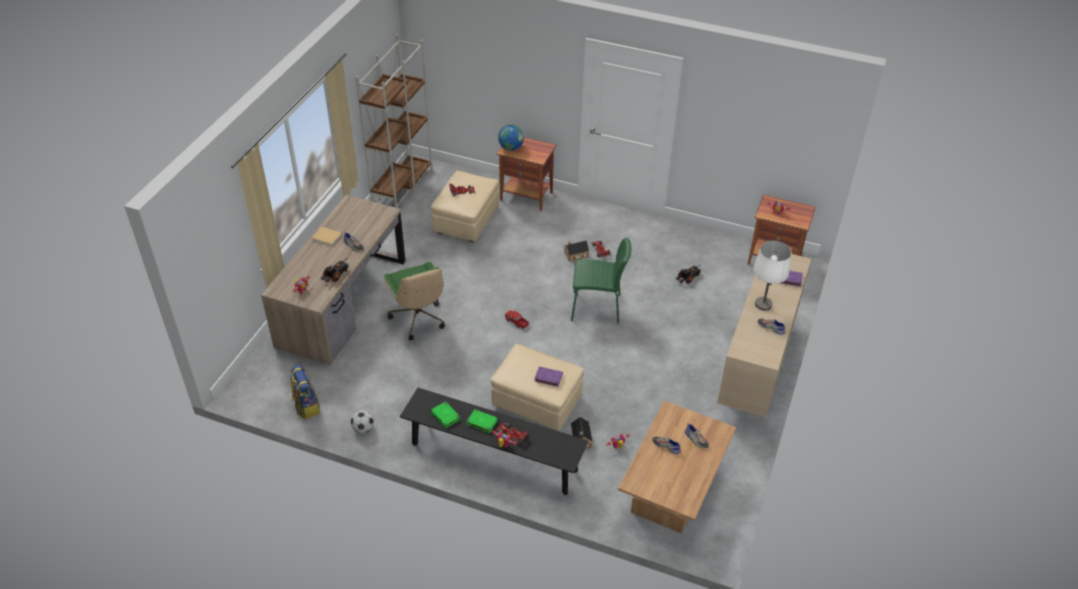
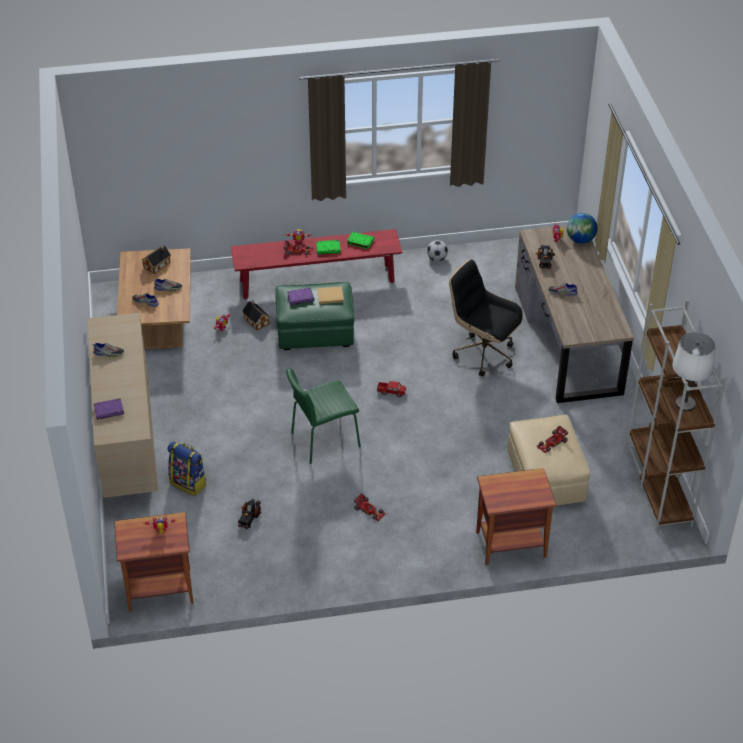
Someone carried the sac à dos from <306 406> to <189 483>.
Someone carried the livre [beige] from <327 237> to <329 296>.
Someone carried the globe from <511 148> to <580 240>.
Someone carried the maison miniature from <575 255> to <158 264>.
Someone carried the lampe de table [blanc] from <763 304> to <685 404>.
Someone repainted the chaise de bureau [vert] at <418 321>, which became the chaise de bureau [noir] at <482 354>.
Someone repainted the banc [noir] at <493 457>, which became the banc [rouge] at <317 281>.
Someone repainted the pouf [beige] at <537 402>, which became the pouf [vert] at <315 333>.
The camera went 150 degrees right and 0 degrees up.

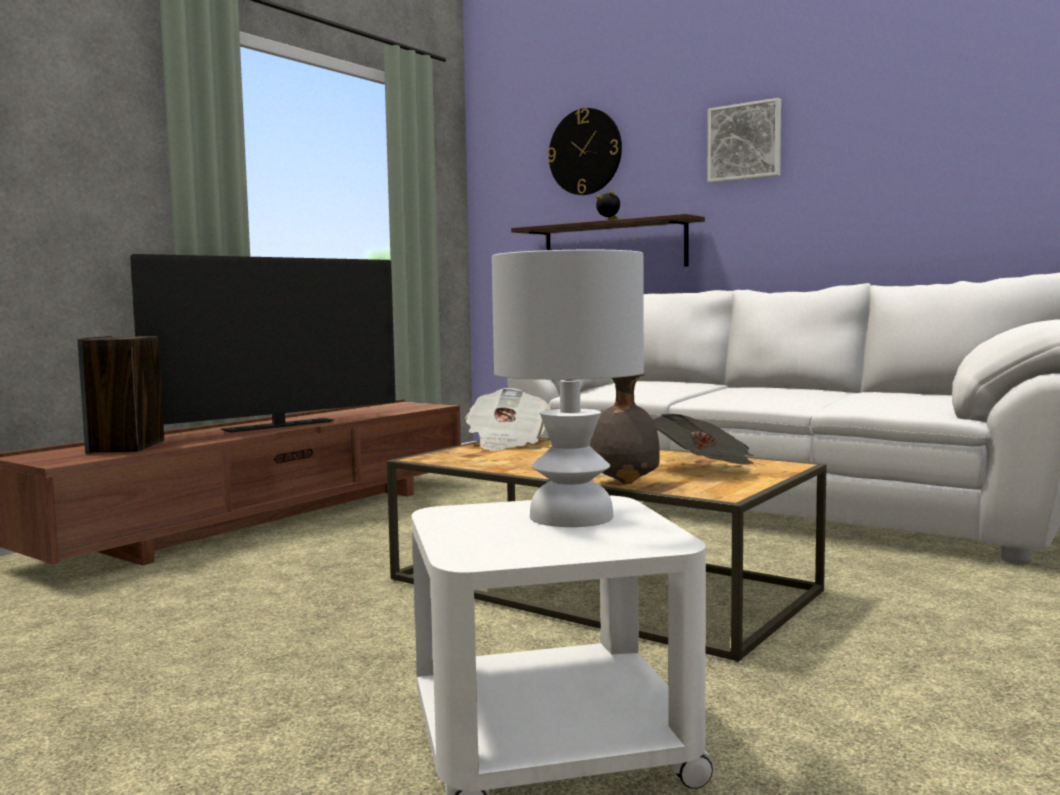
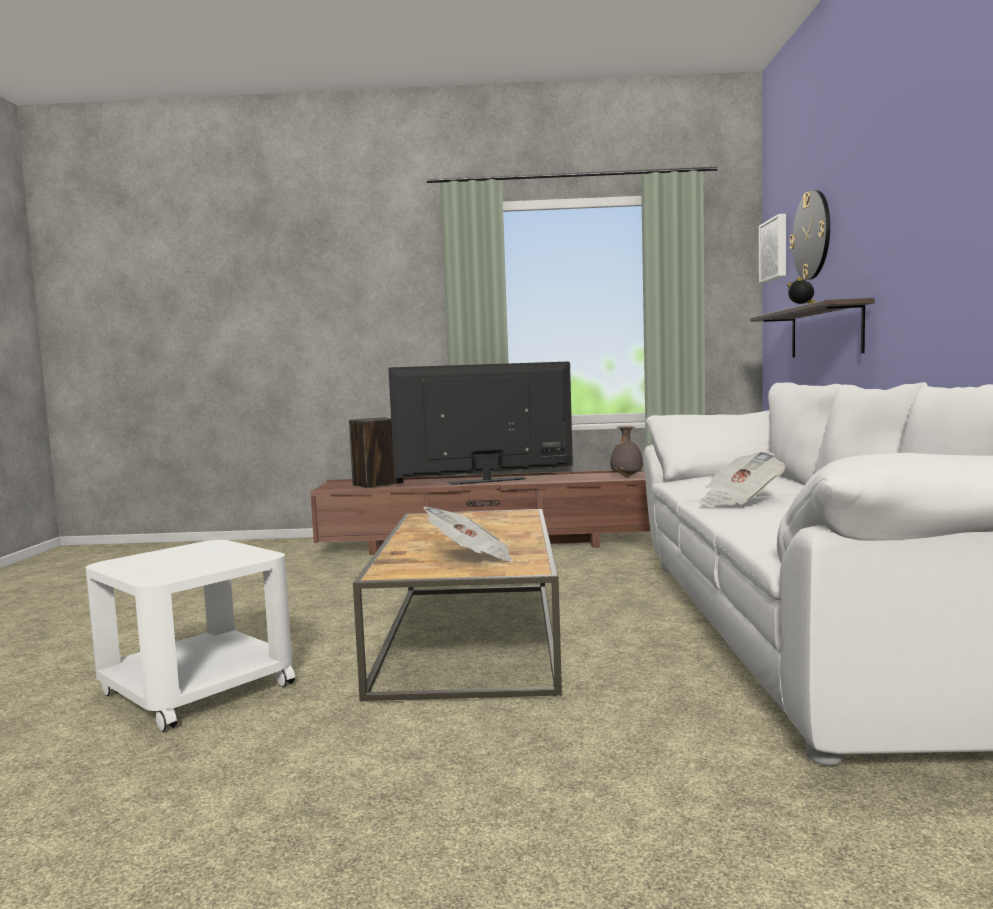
Someone took away the lampe de table [blanc] at <569 516>.
Someone carried the journal from <506 443> to <739 501>.
Someone carried the vase [gris] from <623 483> to <626 476>.
Someone carried the tableau from <745 142> to <775 249>.
Someone rotated the téléviseur at <279 426> by 150 degrees clockwise.
The camera went 55 degrees right and 0 degrees up.

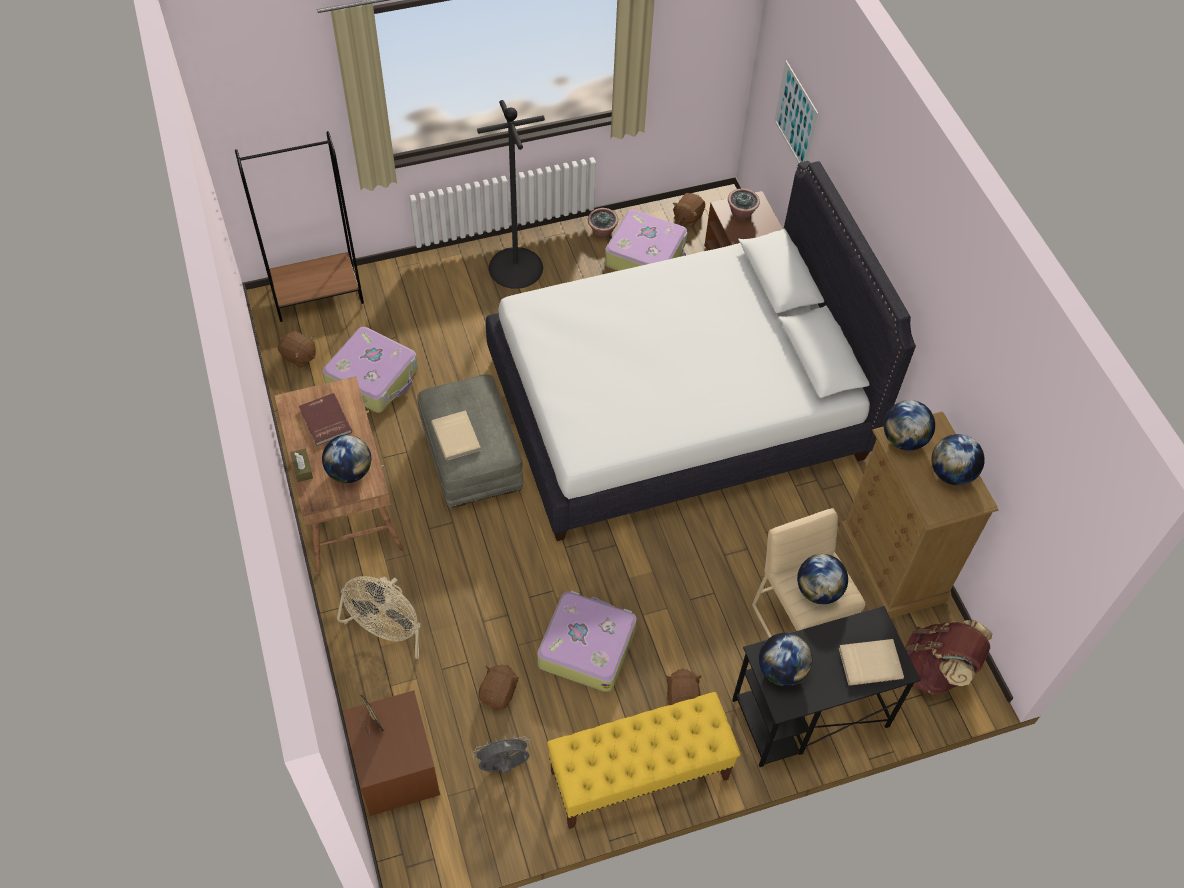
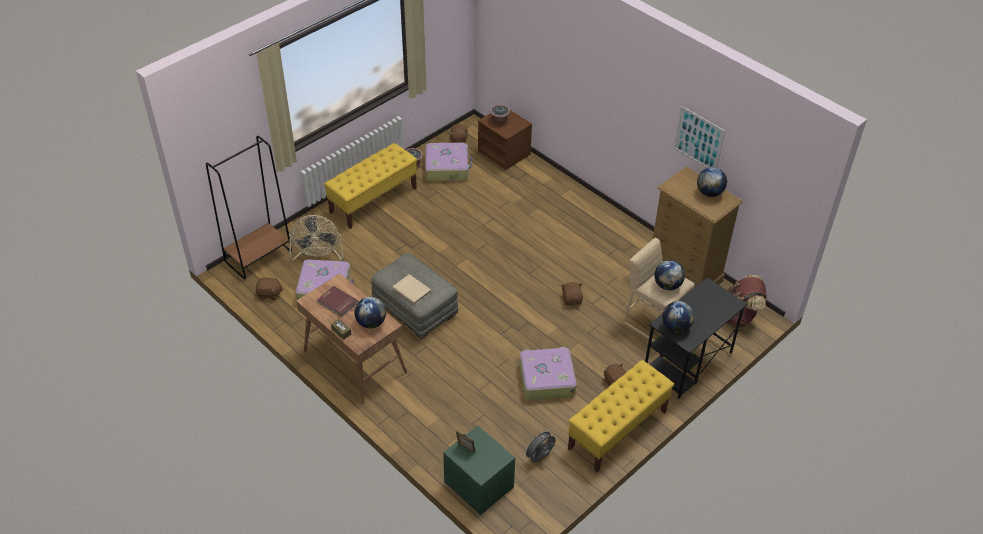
Someone took away the lit [blanc] at <676 407>.
Someone took away the livre [beige] at <870 662>.
Someone took away the globe at <903 439>.
Someone carried the ventilateur [beige] from <387 624> to <316 254>.
Someone carried the peluche [marron] from <499 692> to <572 299>.
Someone carried the tableau from <795 117> to <698 139>.
Someone swapped the portant [noir] at <516 268> for the banc [jaune] at <373 200>.
Someone repainted the table de chevet [marron] at <394 767>, which became the table de chevet [vert] at <478 485>.
The camera went 25 degrees left and 10 degrees down.

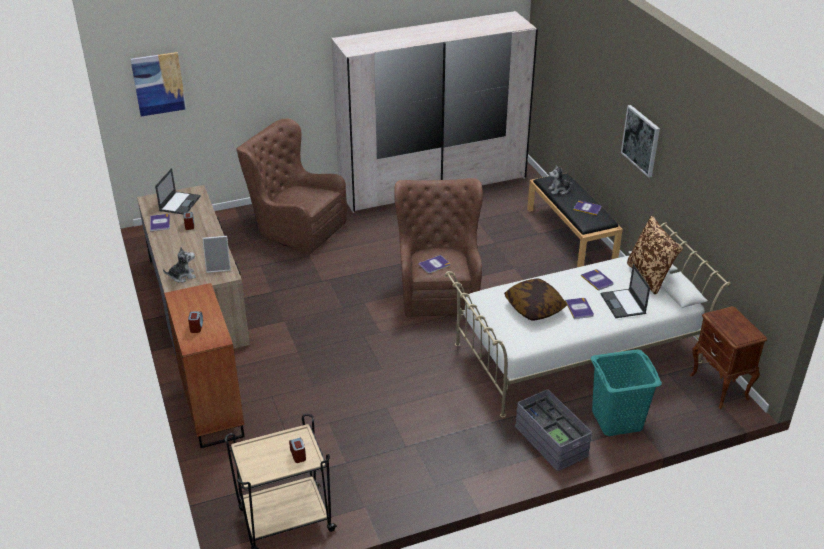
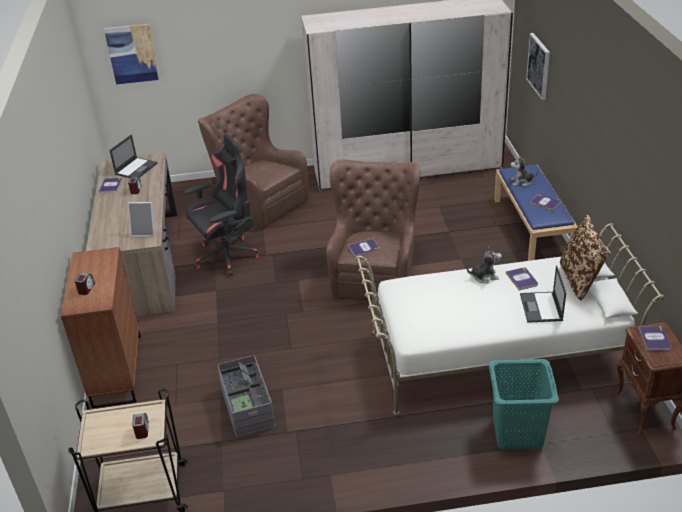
Someone took away the coussin at <534 308>.
Someone put down the chaise de bureau [noir] at <226 257>.
Someone carried the peluche from <182 276> to <484 276>.
Someone carried the boîte de rangement [gris] from <550 440> to <246 406>.
Someone carried the livre from <579 308> to <654 339>.
Someone carried the tableau from <641 140> to <539 65>.
Someone repainted the banc [noir] at <571 234>, which became the banc [bleu] at <532 228>.
The camera went 15 degrees right and 0 degrees up.

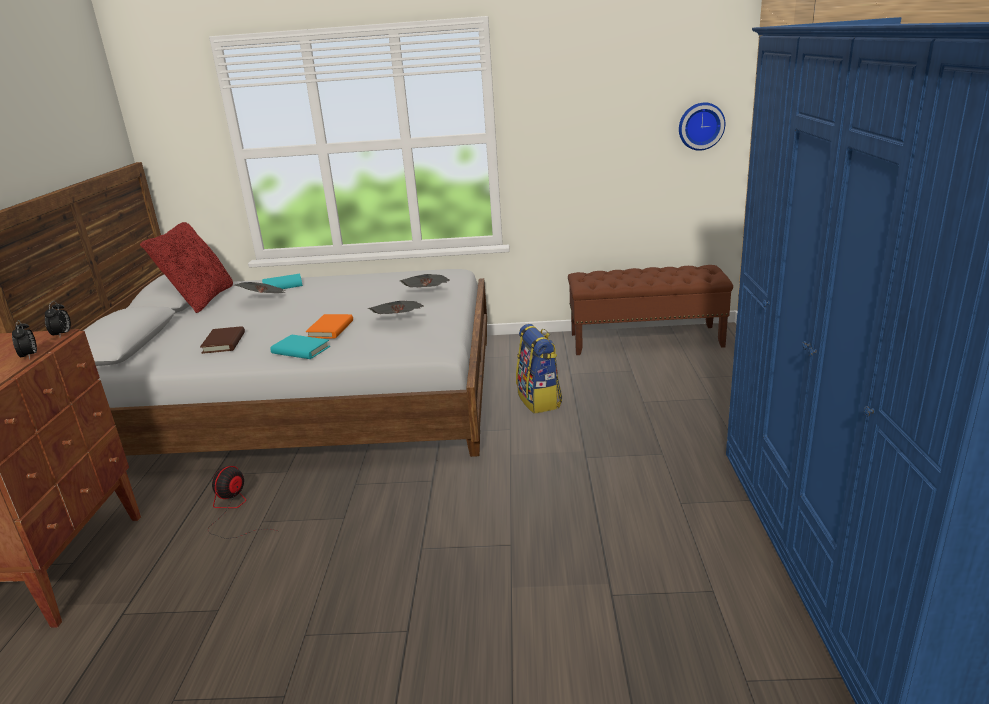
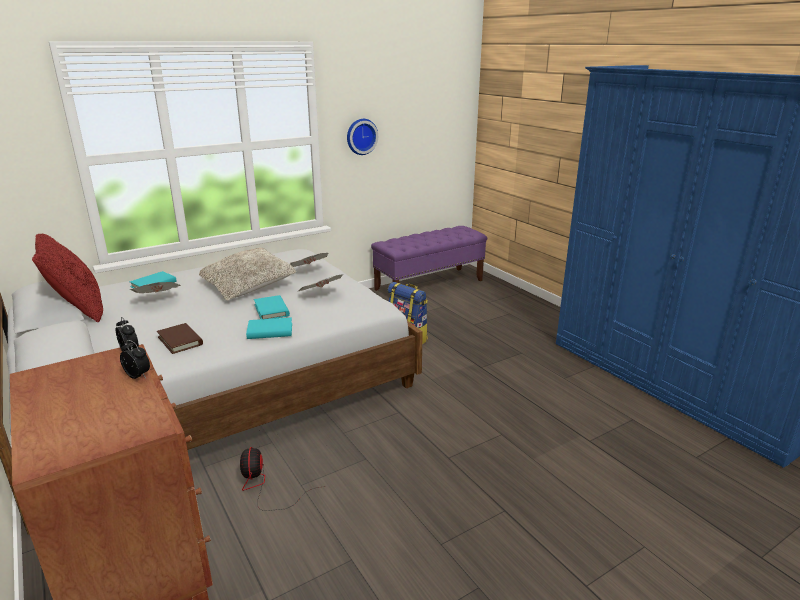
Someone put down the coussin [beige] at <247 285>.
Someone carried the horloge murale from <700 126> to <361 136>.
Someone repainted the livre [orange] at <330 329>, which became the livre [turquoise] at <271 310>.
Someone repainted the banc [marron] at <646 340>, which became the banc [violet] at <429 285>.
The camera went 35 degrees left and 0 degrees up.

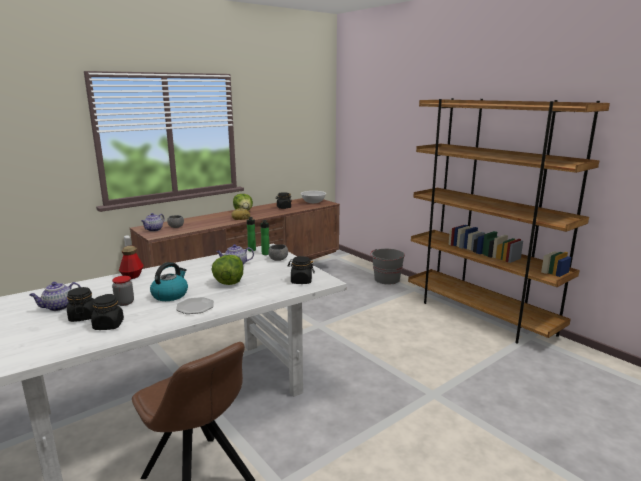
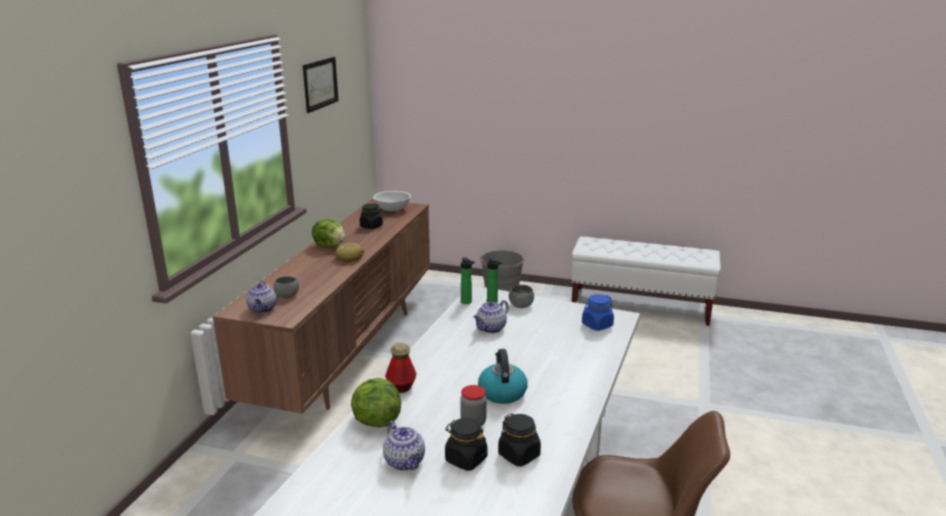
Someone took away the assiette at <195 307>.
Someone put up the tableau at <320 84>.
Someone carried the laitue from <228 282> to <376 421>.
Someone swapped the bibliothèque [marron] at <479 315> for the banc [blanc] at <640 306>.
Someone repainted the bocal [noir] at <301 281>, which became the bocal [bleu] at <597 325>.
Someone rotated the théière at <58 307> by 45 degrees counterclockwise.
The camera went 35 degrees left and 5 degrees up.

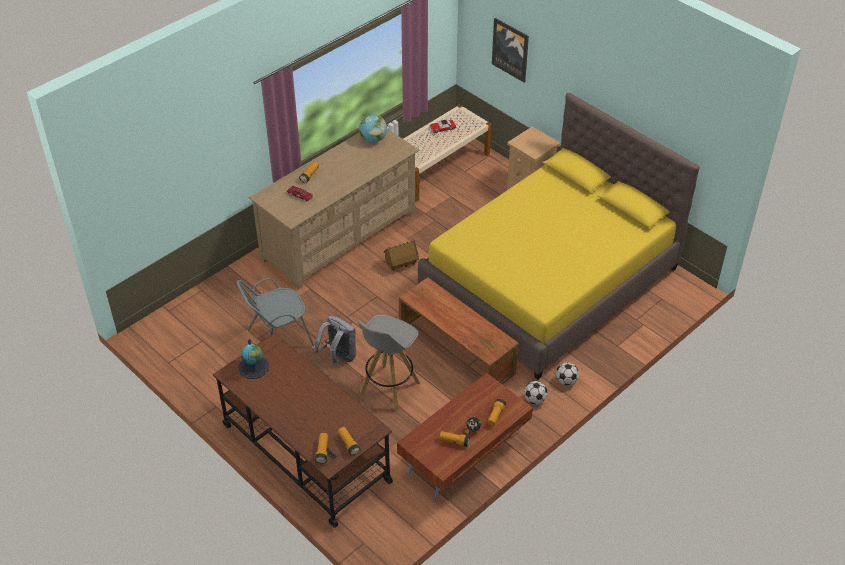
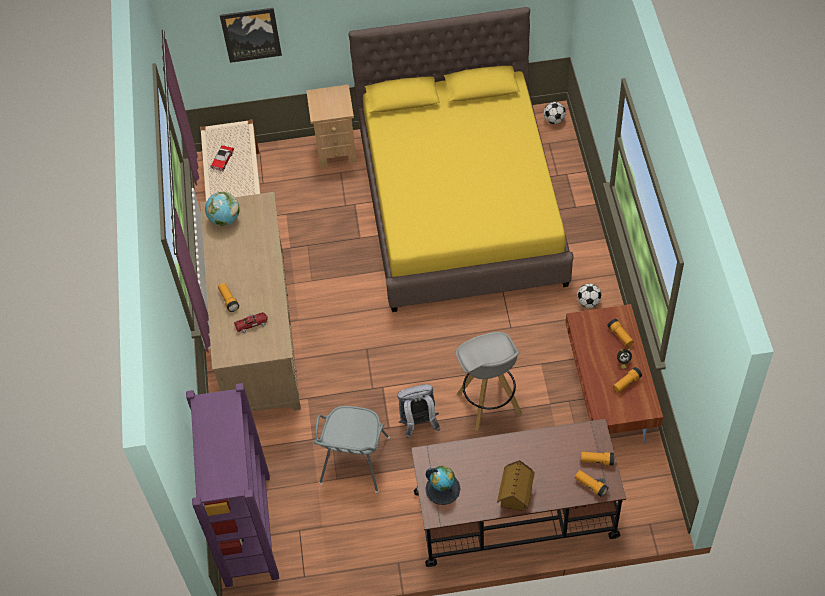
Someone took away the banc [marron] at <457 350>.
Someone put down the bibliothèque [violet] at <247 529>.
Someone carried the maison miniature from <401 264> to <515 495>.
Someone carried the ballon de foot from <566 381> to <554 120>.
The camera went 50 degrees left and 10 degrees up.

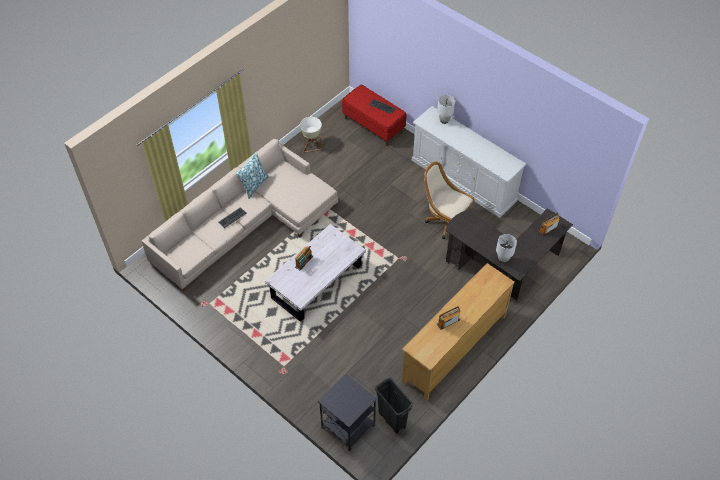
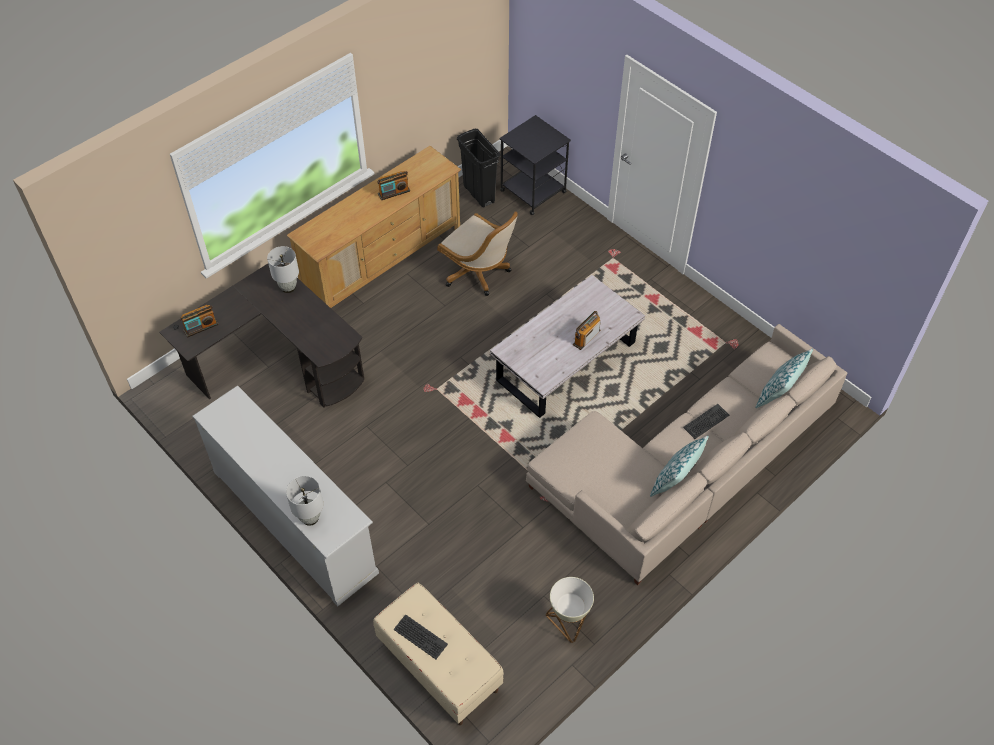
Someone put down the coussin at <778 394>.
Someone carried the chaise de bureau from <445 219> to <479 273>.
Someone repainted the banc [rouge] at <373 125>, which became the banc [beige] at <439 666>.
The camera went 175 degrees left and 0 degrees up.

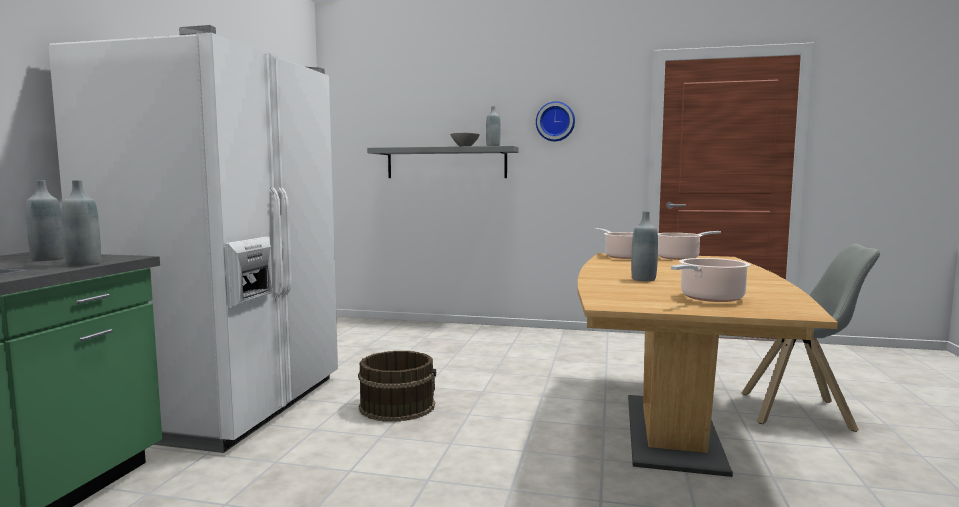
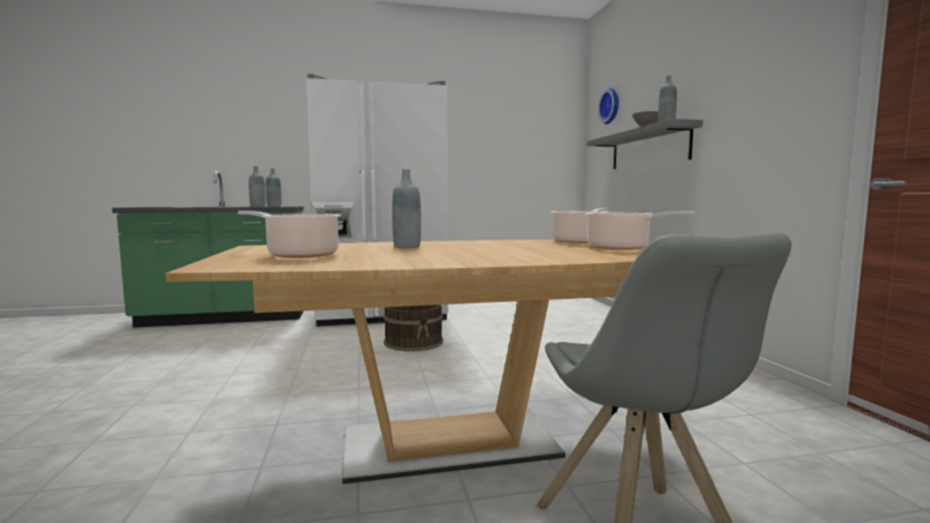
Someone carried the horloge murale from <555 121> to <611 106>.
The camera went 65 degrees right and 0 degrees up.

